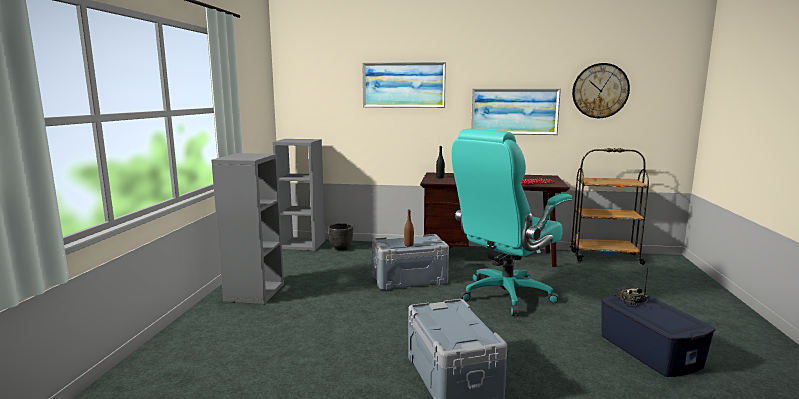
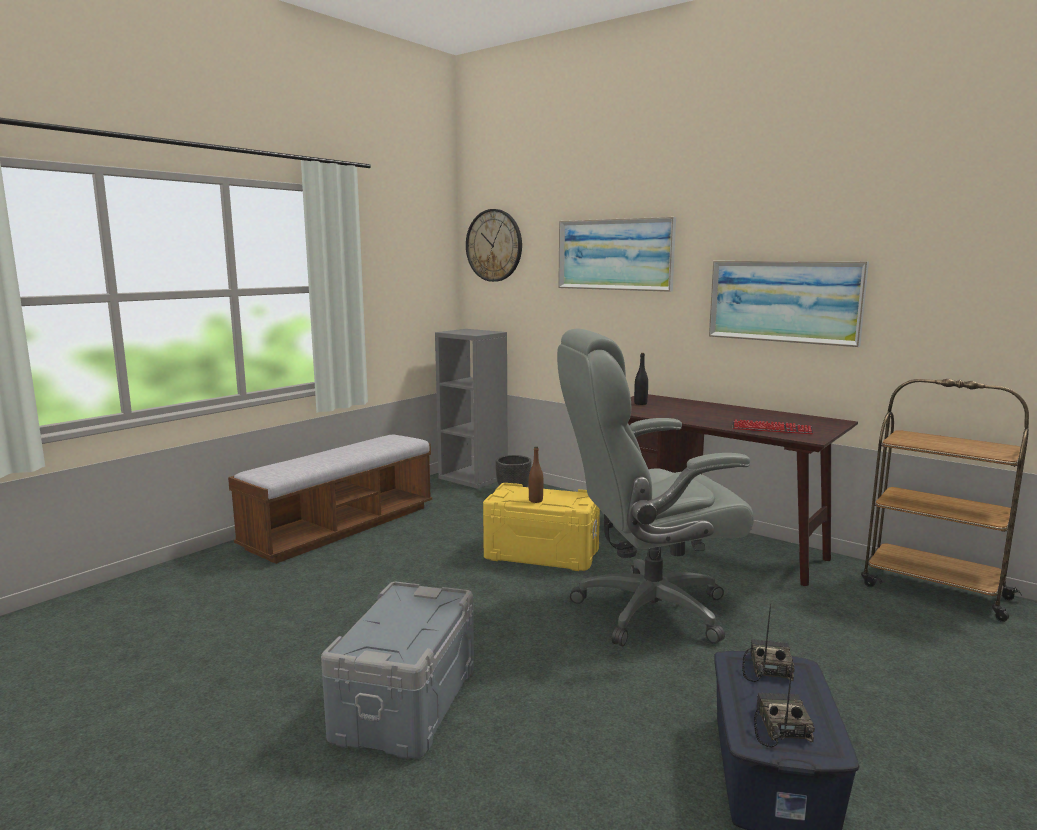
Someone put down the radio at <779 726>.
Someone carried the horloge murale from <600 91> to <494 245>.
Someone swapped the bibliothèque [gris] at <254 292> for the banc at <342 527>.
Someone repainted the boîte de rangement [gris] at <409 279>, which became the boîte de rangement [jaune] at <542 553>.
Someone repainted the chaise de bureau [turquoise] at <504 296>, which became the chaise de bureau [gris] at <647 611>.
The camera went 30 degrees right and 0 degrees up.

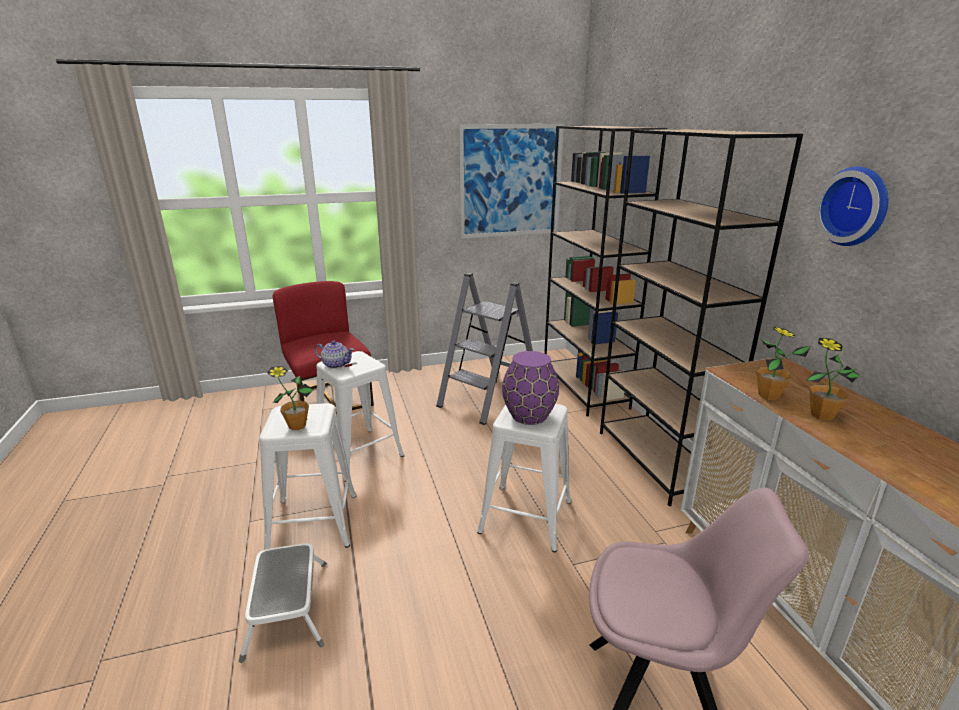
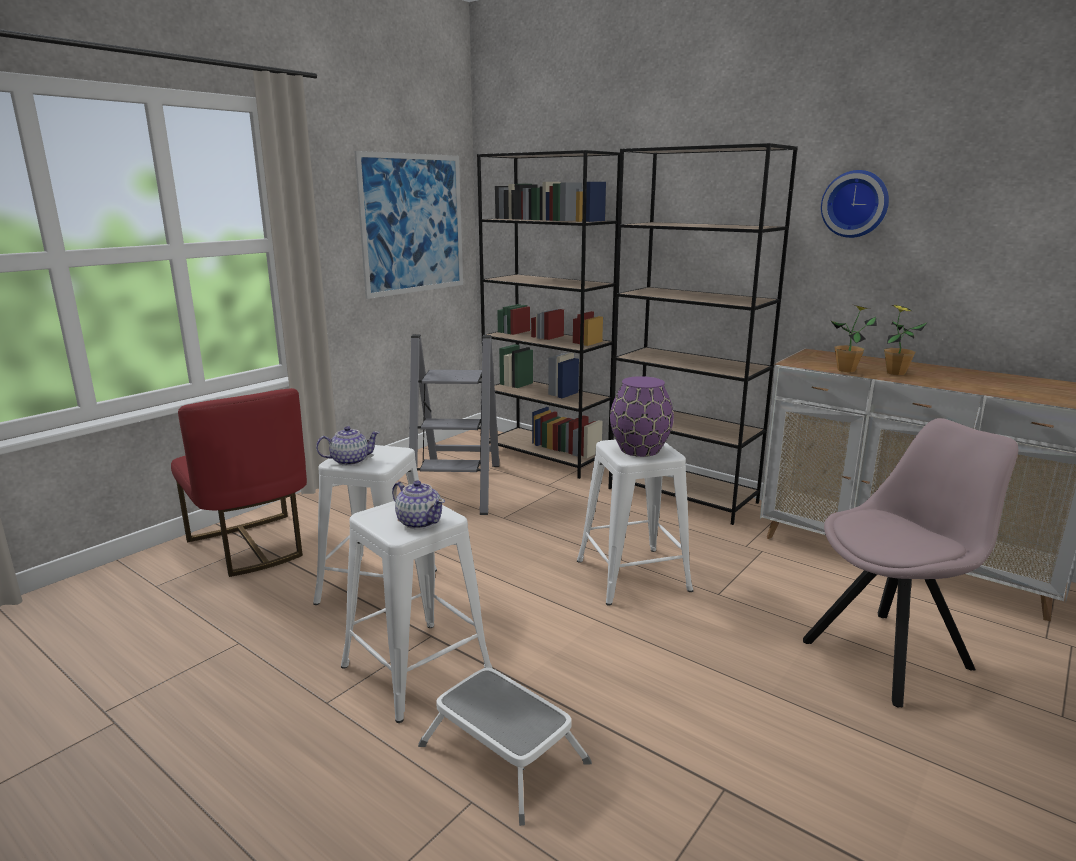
Someone swapped the plante en pot at <297 426> for the théière at <419 522>.
Someone rotated the chaise [rouge] at <329 399> by 150 degrees counterclockwise.
The camera went 35 degrees left and 5 degrees down.

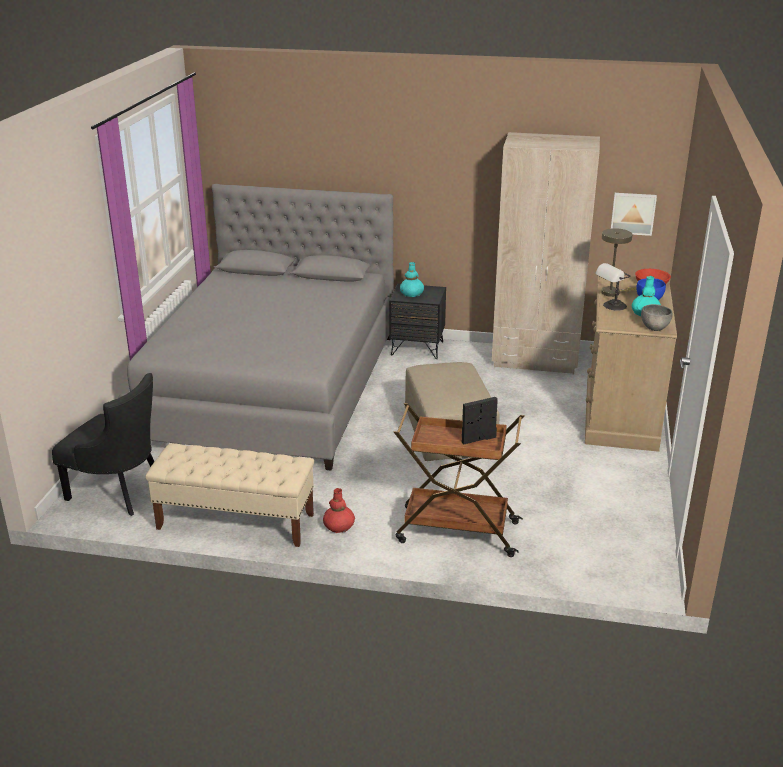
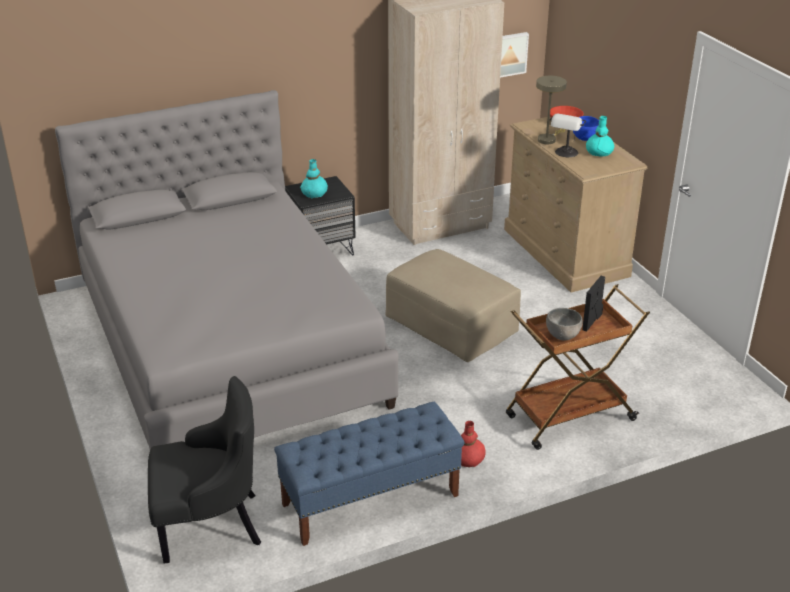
Someone carried the bol [gris] from <655 328> to <563 336>.
Someone repainted the banc [beige] at <235 521>, which became the banc [bleu] at <370 500>.
The camera went 35 degrees left and 5 degrees up.

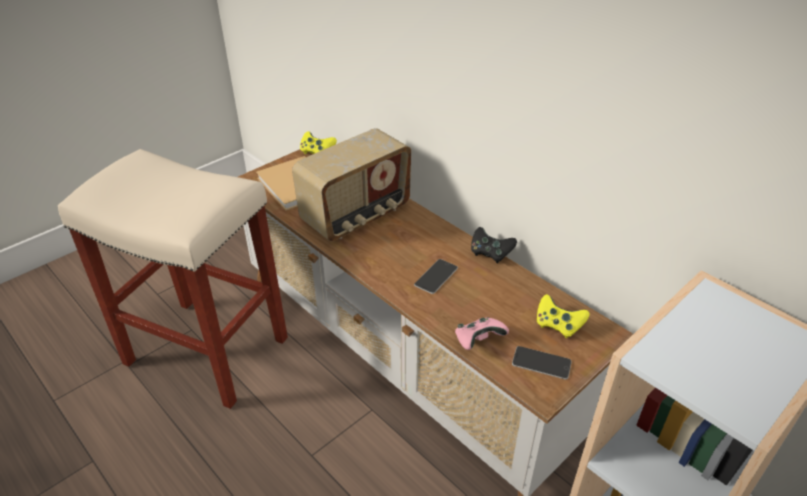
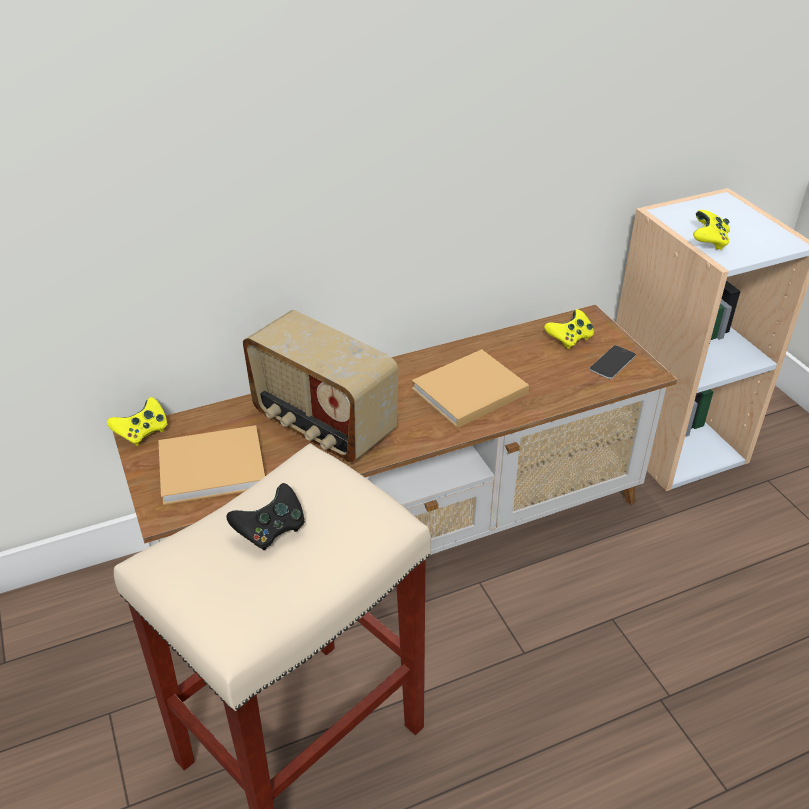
Someone took away the manette [rose] at <478 341>.
Someone put down the manette [jaune] at <708 241>.
Someone carried the manette [noir] from <490 253> to <271 530>.
Someone swapped the téléphone at <436 276> for the livre [beige] at <467 392>.
Someone rotated the radio at <357 216> by 150 degrees clockwise.
The camera went 70 degrees left and 0 degrees up.

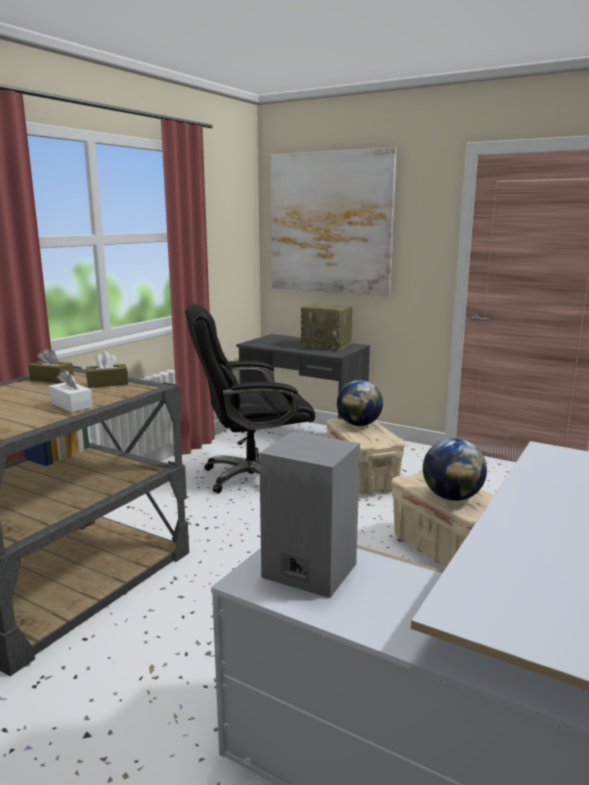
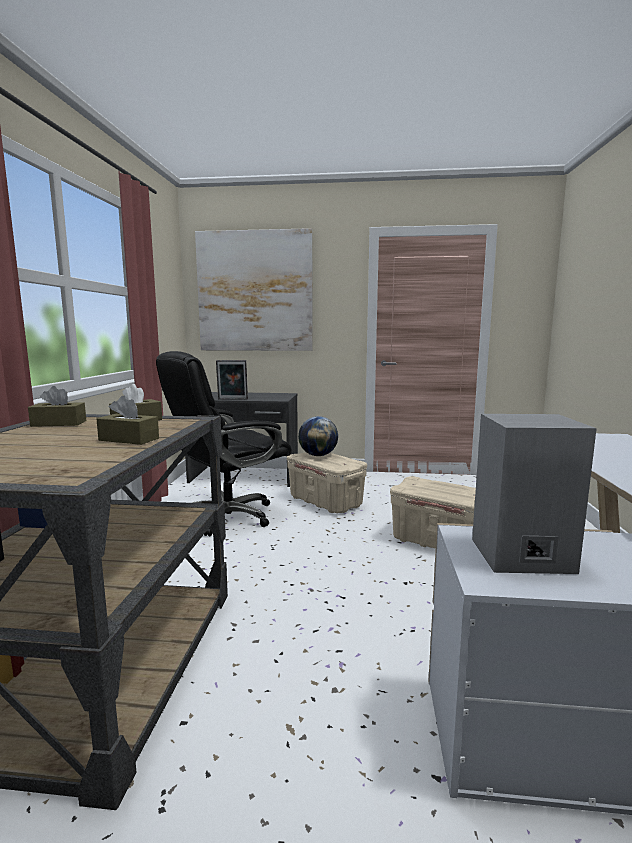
Someone took away the radio at <327 345>.
Someone took away the globe at <451 497>.
Someone put down the cadre photo at <232 399>.
Someone repainted the boîte à mouchoirs [blanc] at <71 405>, which became the boîte à mouchoirs [marron] at <129 439>.
The camera went 25 degrees left and 5 degrees down.

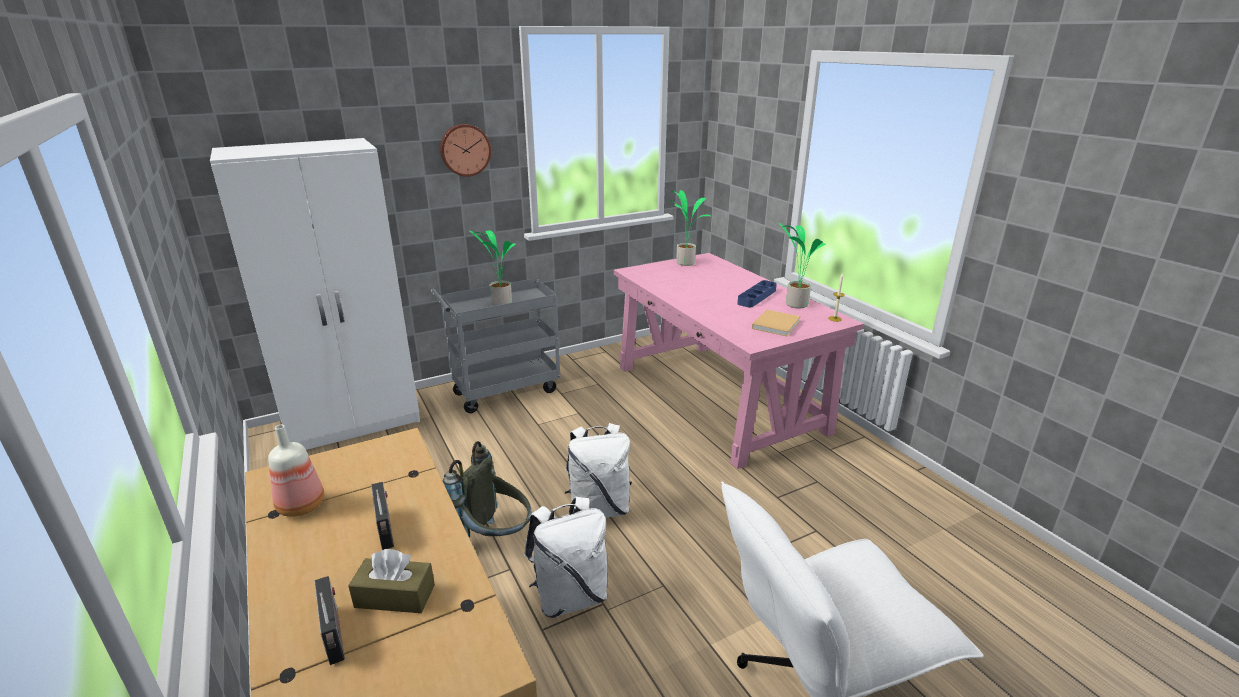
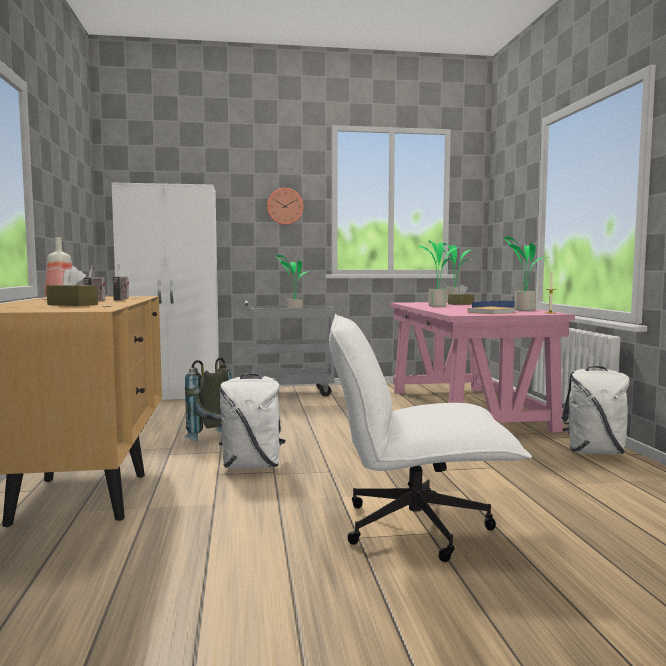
Someone put down the plante en pot at <438 306>.
Someone put down the boîte à mouchoirs [marron] at <461 304>.
Someone carried the radio from <335 637> to <121 299>.
Someone carried the sac à dos [blanc] from <599 508> to <594 452>.
The camera went 20 degrees right and 20 degrees down.

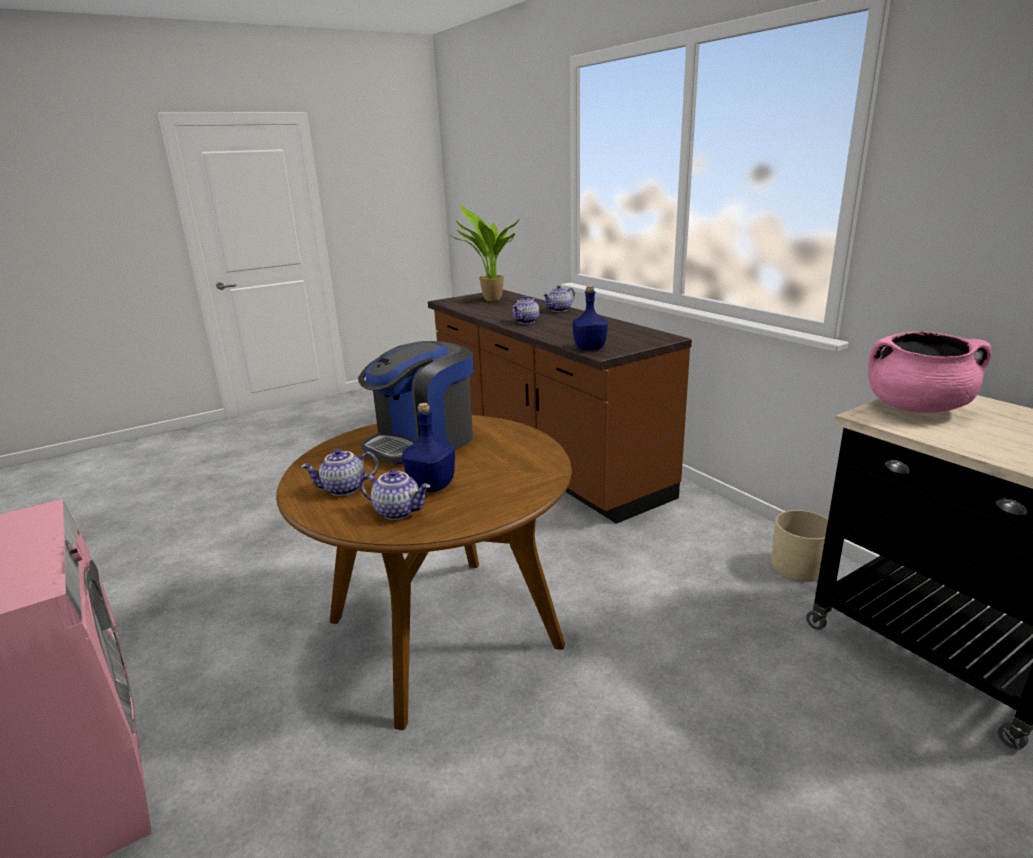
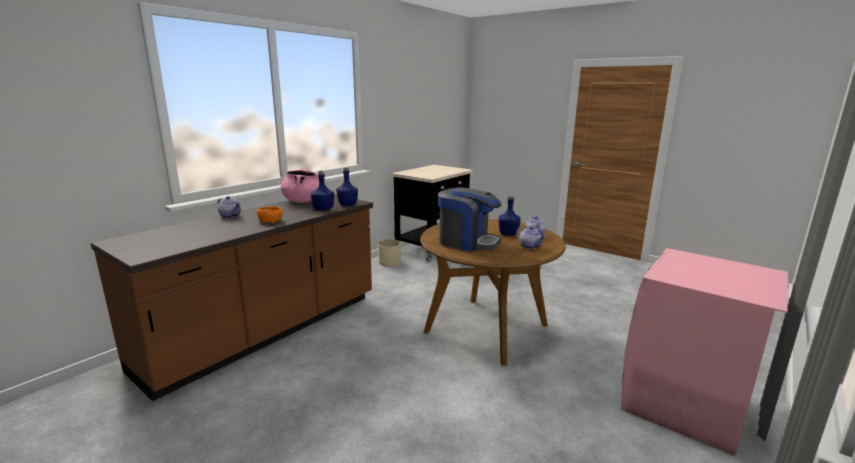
Someone took away the plante en pot at <490 300>.
Someone put down the bouteille [bleu] at <323 209>.
Someone carried the marmite [rose] from <917 408> to <303 201>.
Someone swapped the théière at <526 322> for the bol [orange] at <270 221>.
The camera went 110 degrees left and 5 degrees down.

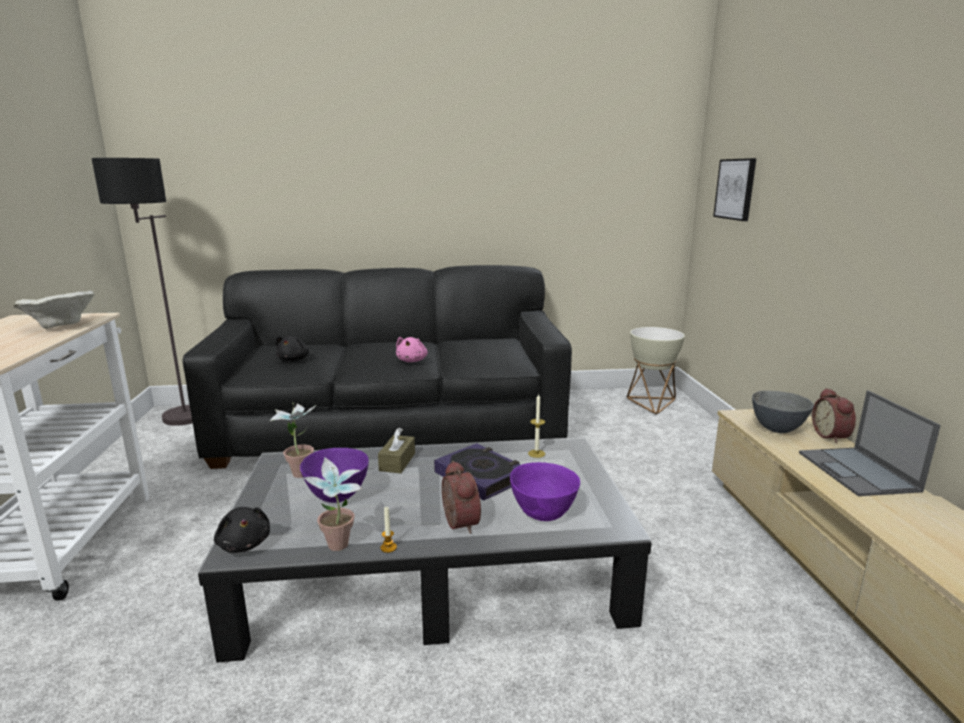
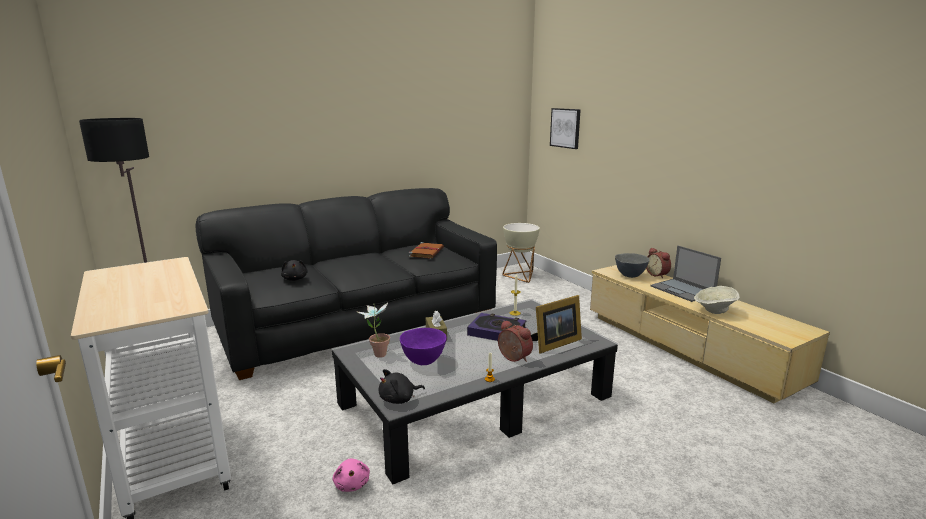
Someone took away the plante en pot at <340 549>.
Someone put down the livre [marron] at <427 252>.
Someone carried the bol [beige] from <60 327> to <714 311>.
Someone carried the peluche [rose] from <412 361> to <352 484>.
Someone swapped the bol [violet] at <544 515> for the cadre photo at <554 343>.
Someone rotated the peluche [noir] at <244 544> by 120 degrees clockwise.
The camera went 25 degrees left and 0 degrees up.

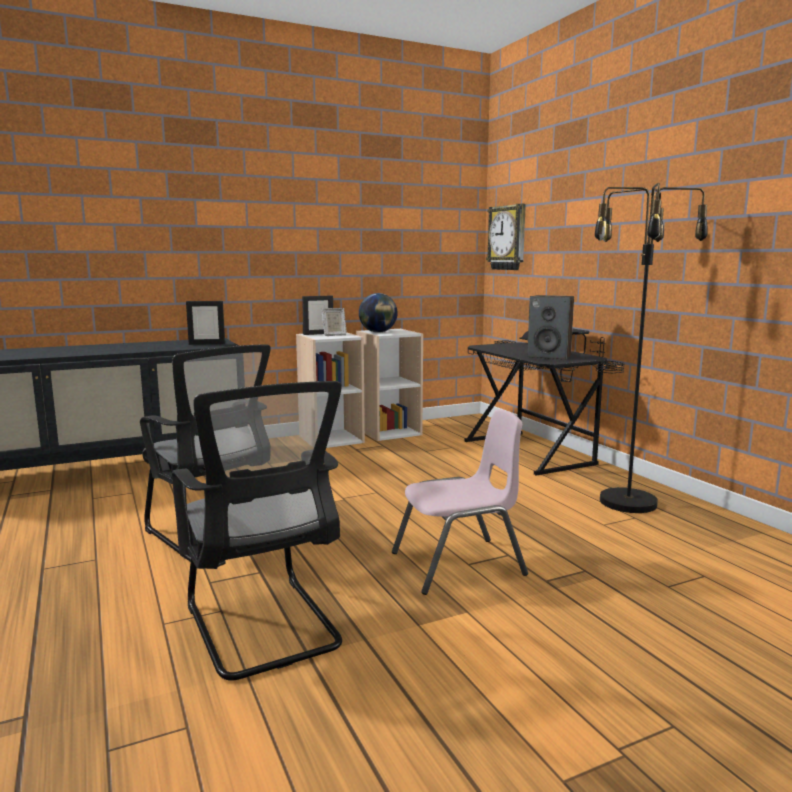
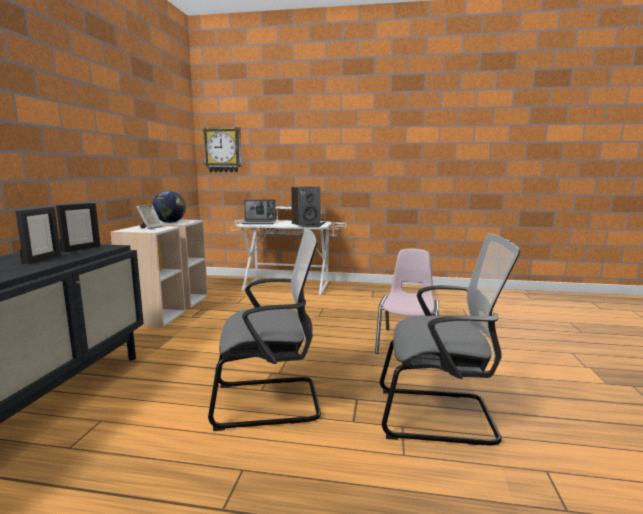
Someone took away the lampadaire at <627 502>.
Someone put down the ordinateur portable at <259 223>.
Someone carried the cadre photo from <318 334> to <42 259>.
Someone repainted the bureau [noir] at <531 451>, which became the bureau [blanc] at <287 286>.
The camera went 55 degrees left and 0 degrees up.

